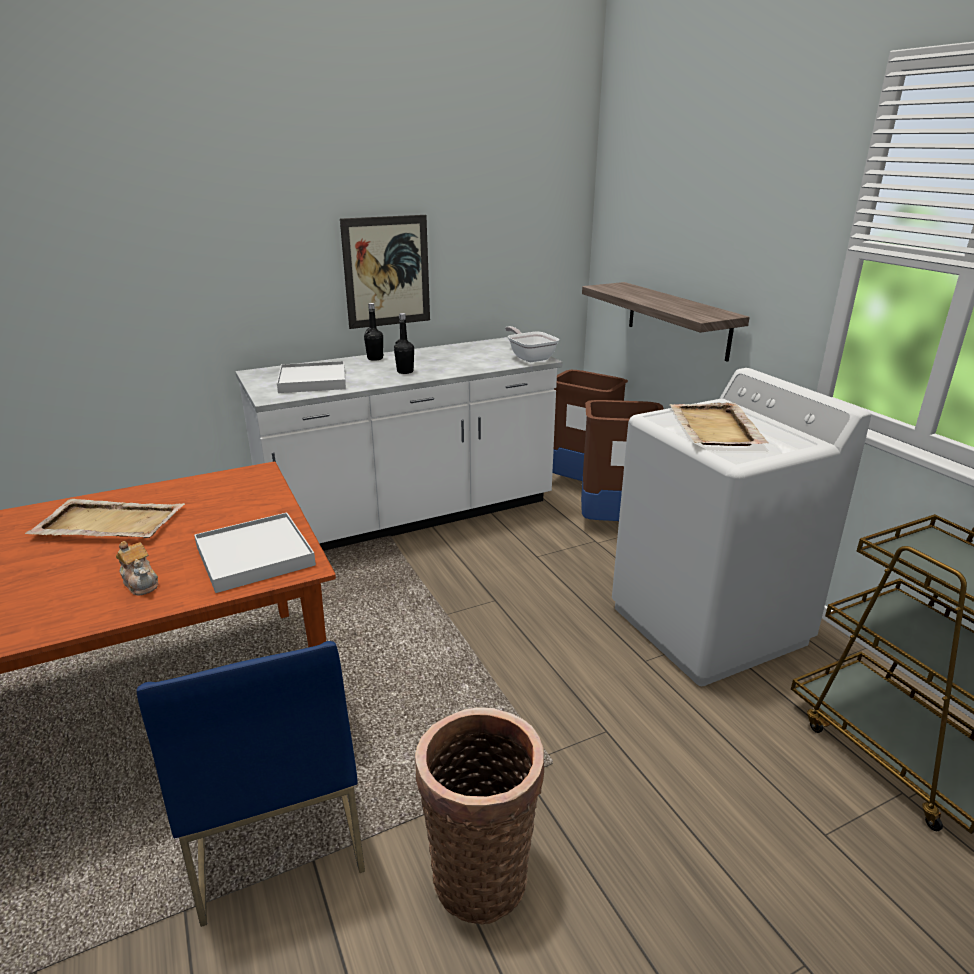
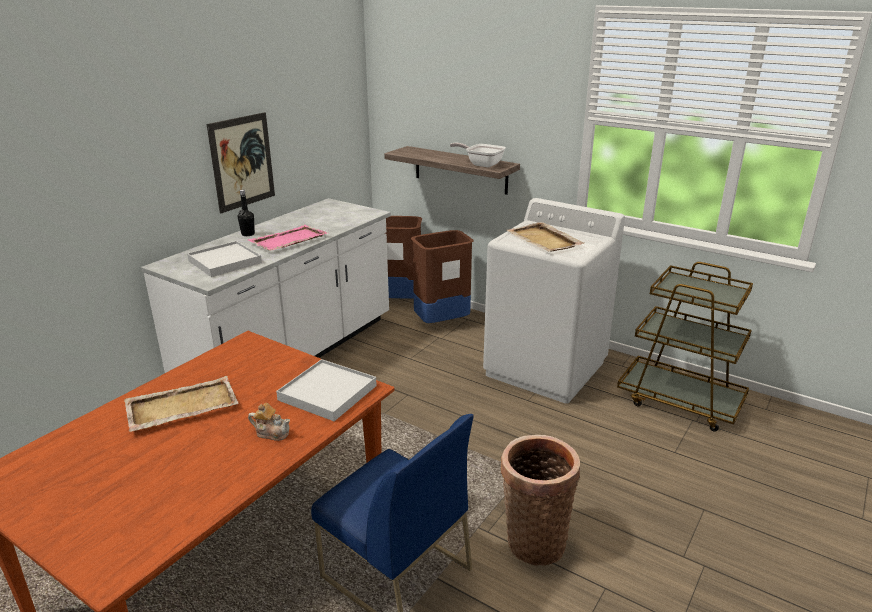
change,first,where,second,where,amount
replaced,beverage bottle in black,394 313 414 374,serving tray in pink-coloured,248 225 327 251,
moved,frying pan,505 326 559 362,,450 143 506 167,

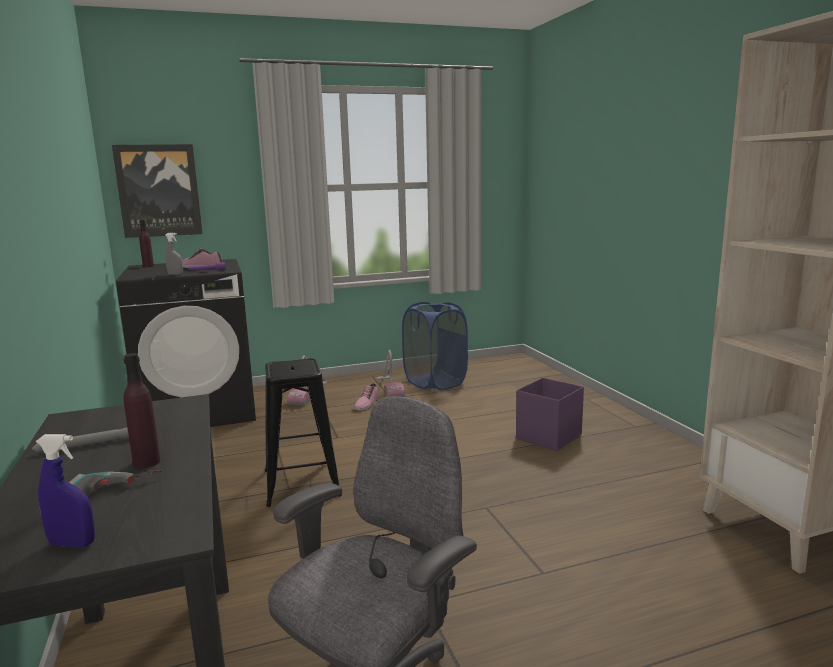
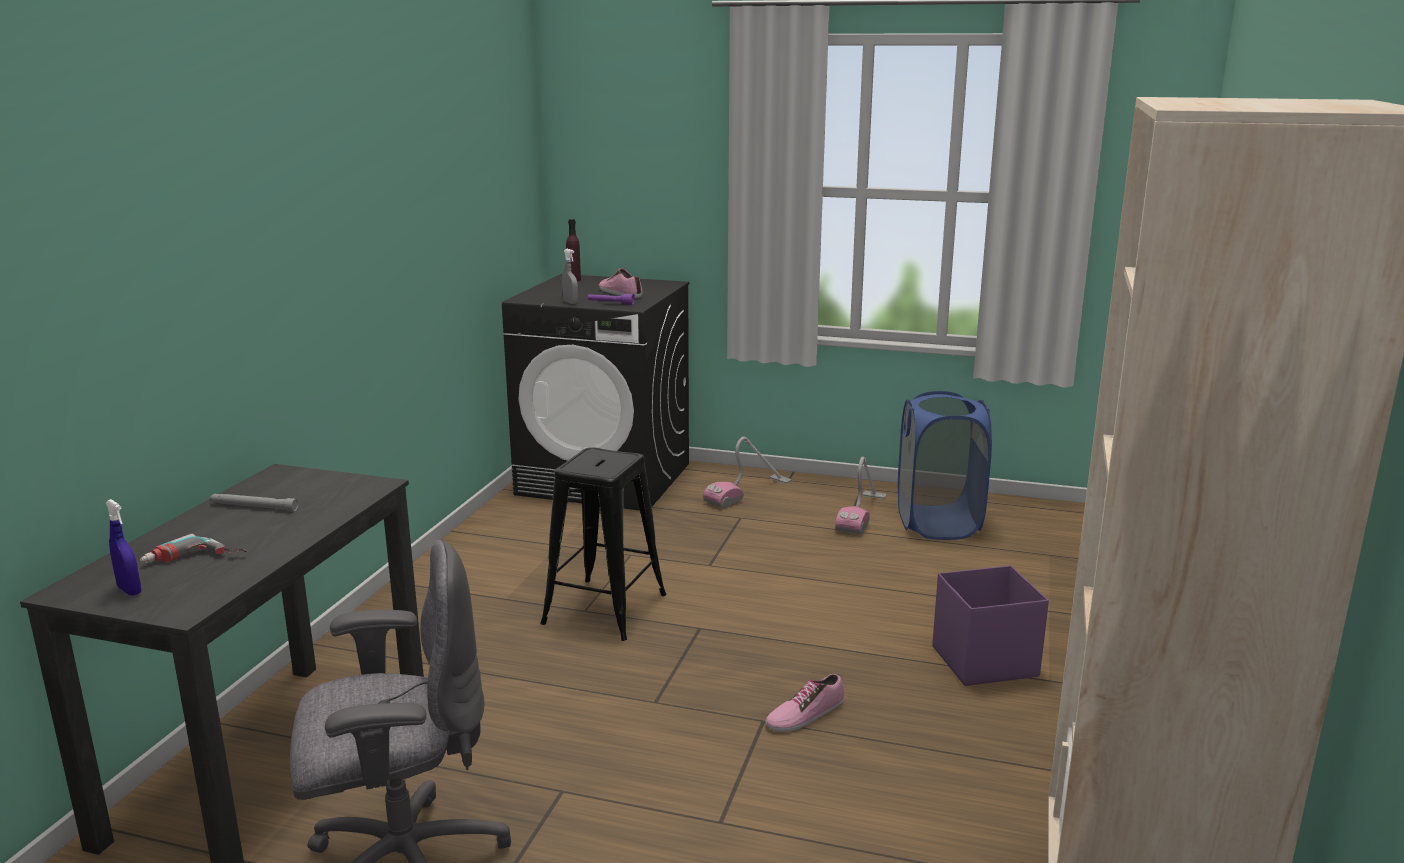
change,first,where,second,where,amount
moved,shoe,354 383 379 411,,766 673 844 732,
removed,wall picture,112 144 203 238,,,
removed,beverage bottle in purple,124 353 160 468,,,

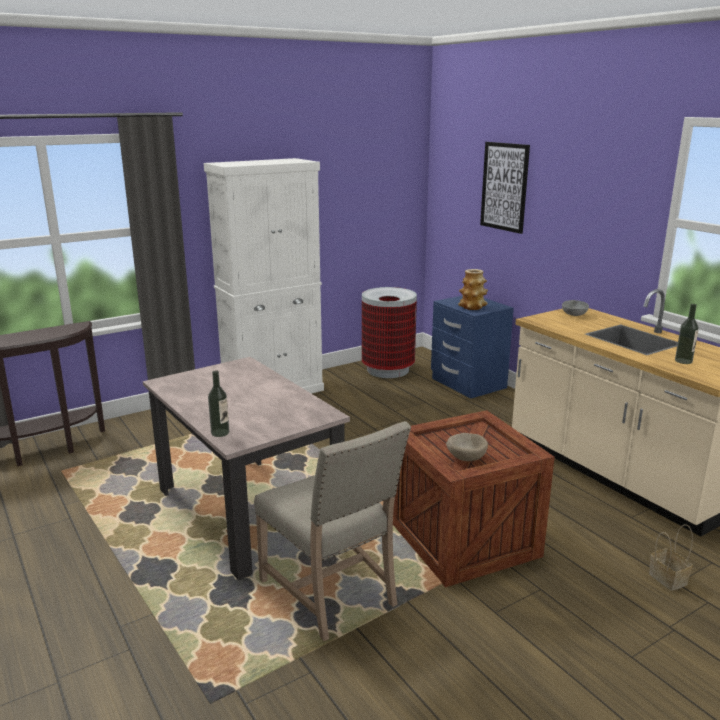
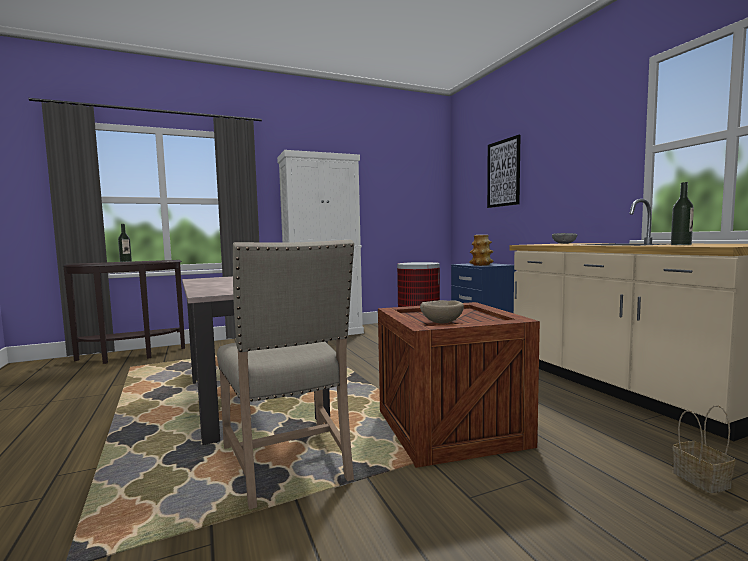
change,first,where,second,where,amount
moved,beverage bottle,208 370 229 437,,118 224 132 262,

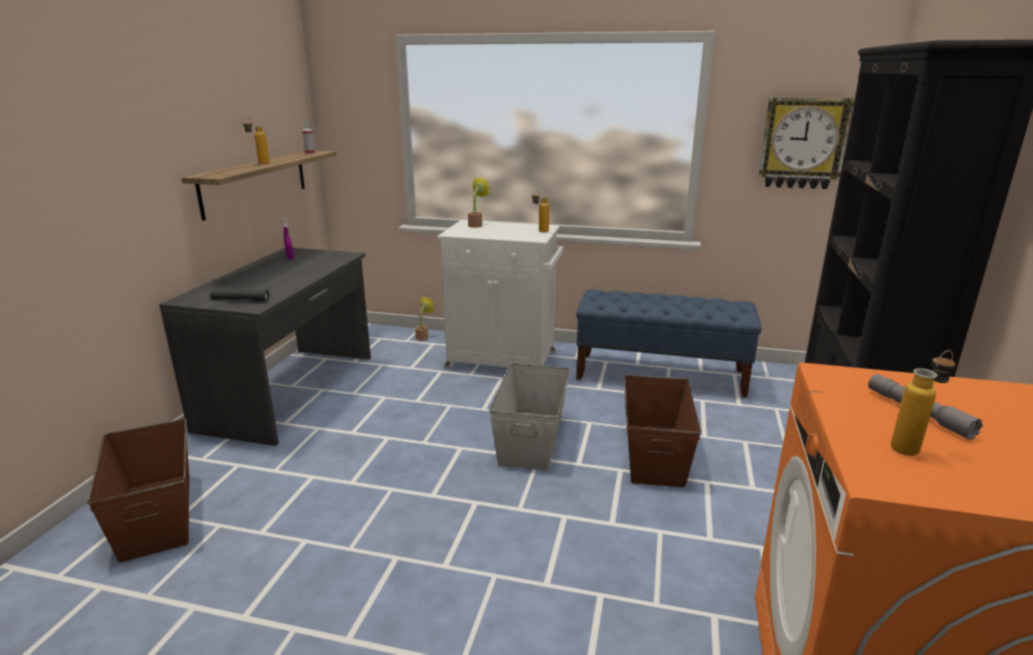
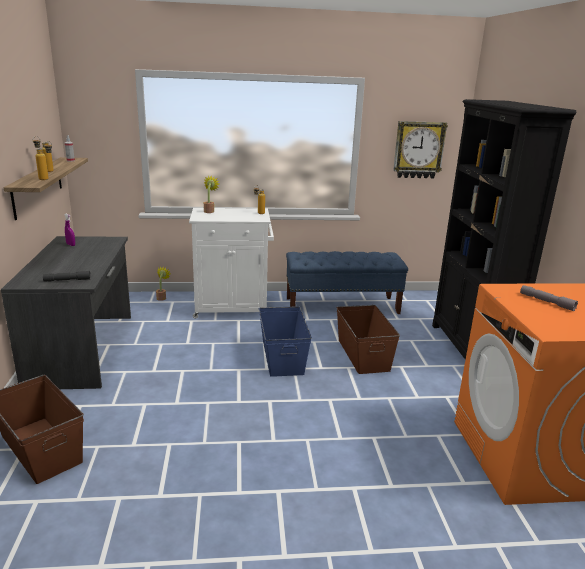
change,first,where,second,where,amount
moved,beverage bottle,891 350 956 456,,36 141 52 180,
recoloured,storage bin in gray,489 363 570 471,storage bin in blue,259 306 312 377,

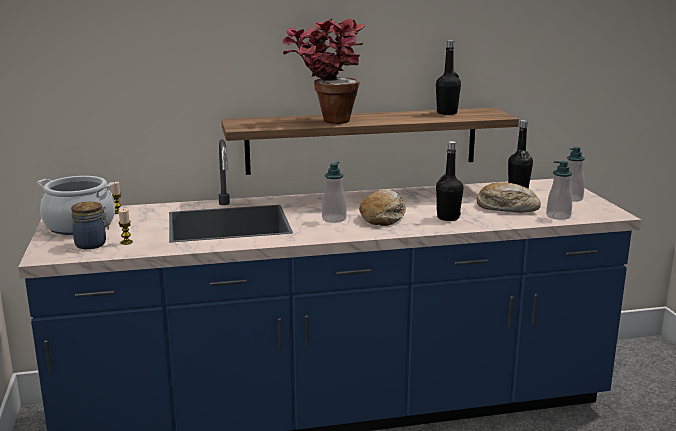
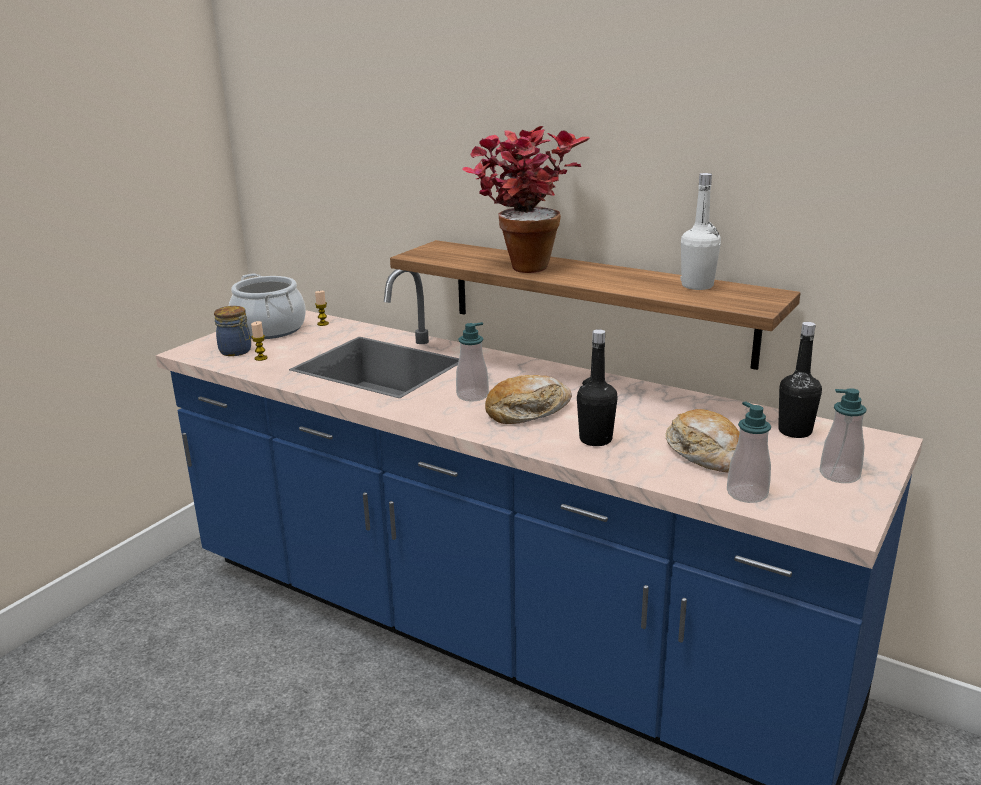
change,first,where,second,where,amount
recoloured,beverage bottle in black,436 40 461 115,beverage bottle in white,680 173 721 290,

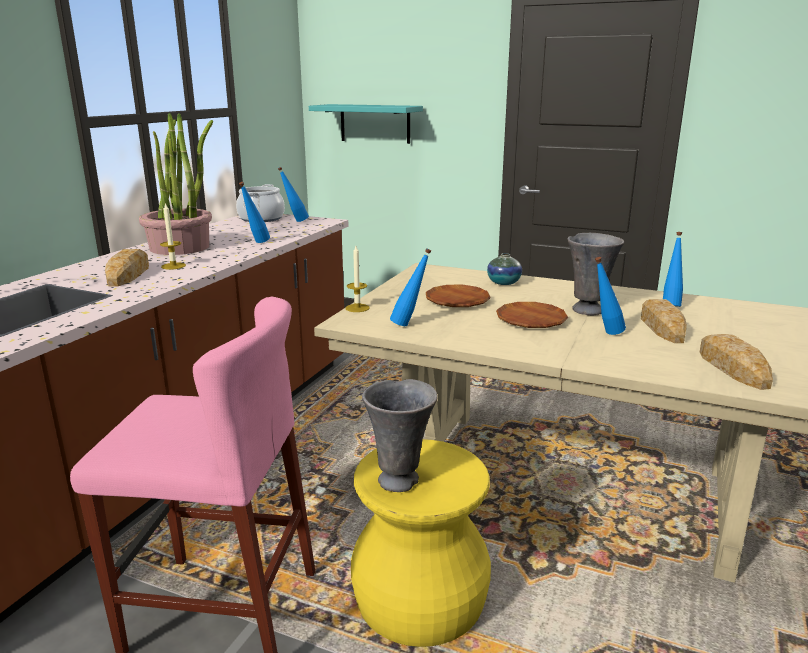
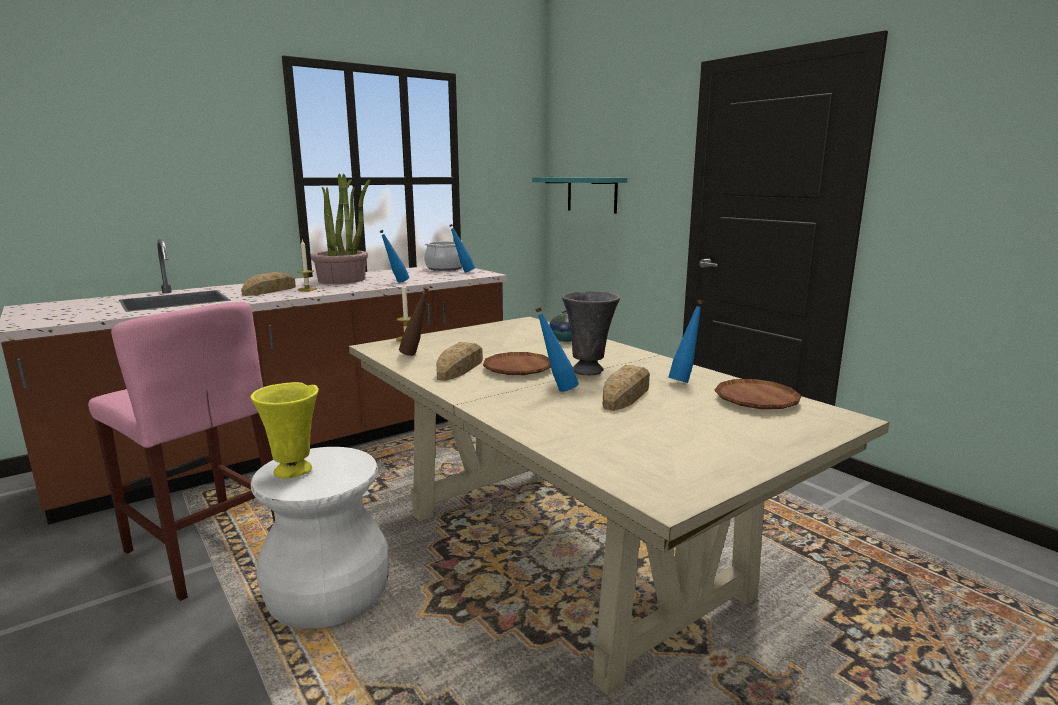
change,first,where,second,where,amount
recoloured,decorative vase in gray,362 379 438 492,decorative vase in yellowish,251 382 319 479,
recoloured,stool in yellowish,351 439 491 647,stool in white,251 447 389 629,
recoloured,beverage bottle in blue,390 248 431 326,beverage bottle in brown,399 287 429 356,
moved,bread,700 334 773 390,,436 342 483 381,
moved,dinner plate in brown,426 285 491 307,,715 379 801 409,

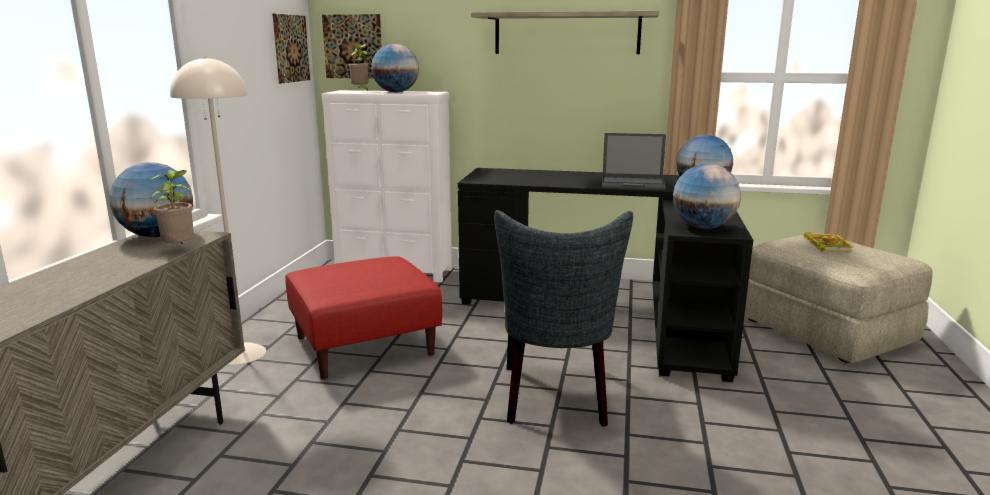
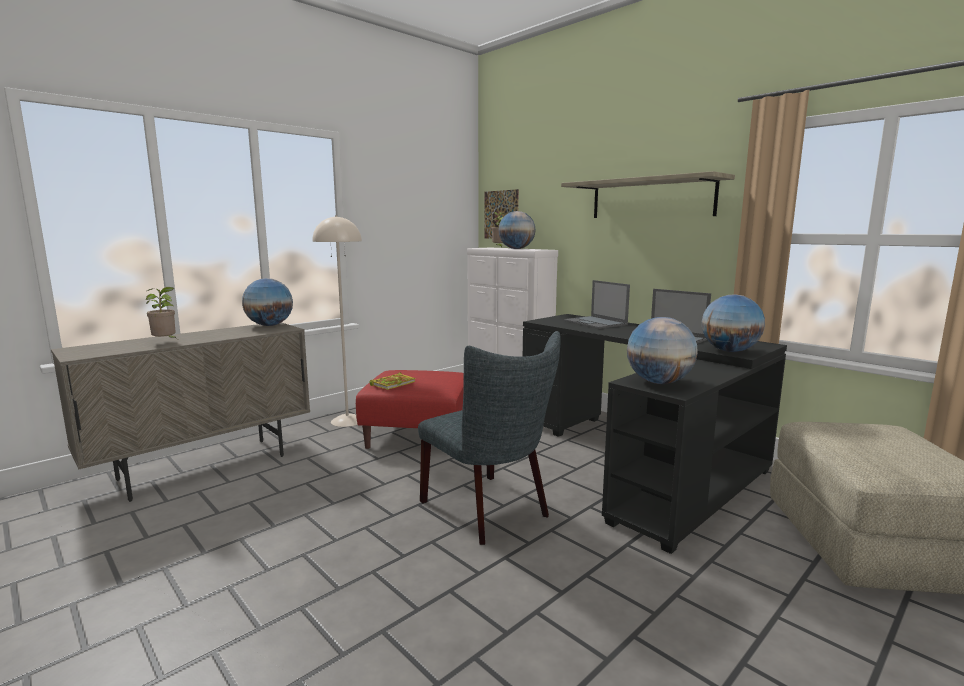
change,first,where,second,where,amount
moved,houseplant,150 170 194 244,,146 287 177 339,
moved,bound book,804 232 854 252,,369 372 416 390,
turned,plain chair in gray,494 210 633 427,,418 331 561 545,75 degrees counterclockwise
added,,,notebook computer,564 280 630 329,
removed,wall picture,272 14 310 84,,,

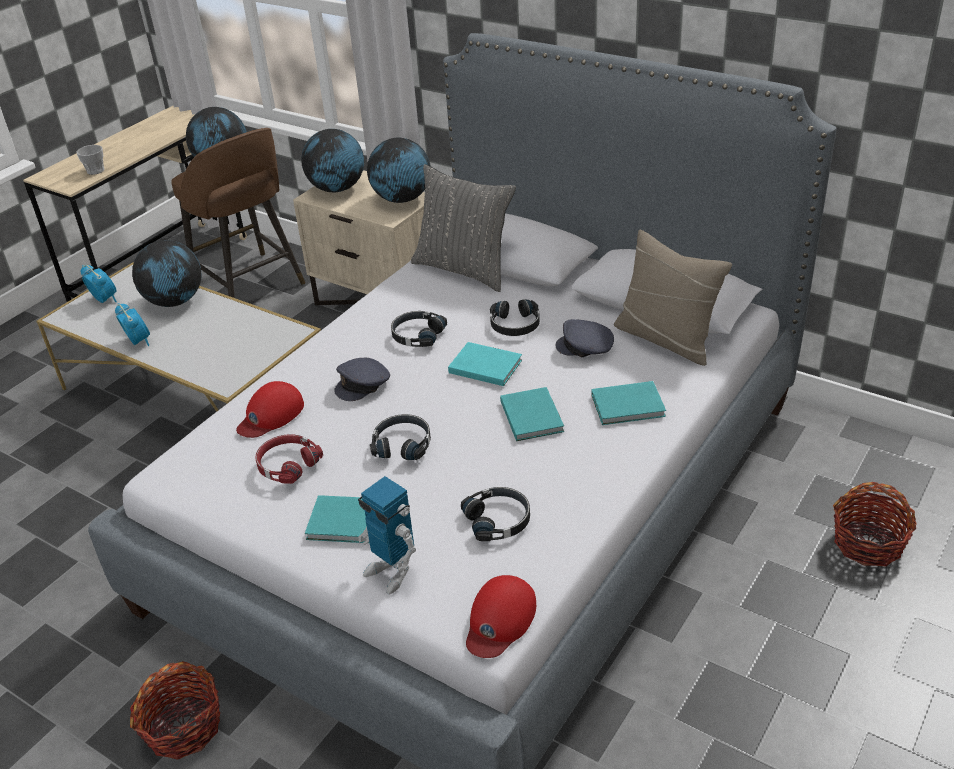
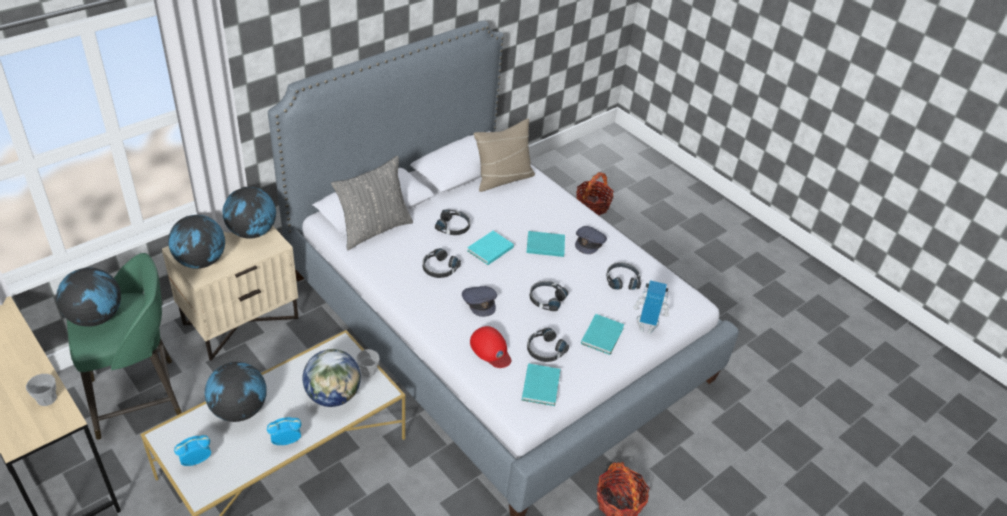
change,first,where,second,where,amount
recoloured,stool in brown,171 128 306 298,stool in greenish,67 253 182 440,
added,,,desk globe,303 349 361 407,
added,,,small cup,356 349 379 377,
moved,bound book in turquoise-coloured,591 381 666 425,,522 363 560 406,
recoloured,headset in red-coloured,255 434 323 484,headset in black,527 328 569 362,
moved,cap in gray,556 319 614 357,,575 226 607 254,
turned,model robot,358 476 416 595,,633 280 669 334,135 degrees counterclockwise
removed,cap in red-coloured,466 575 536 658,,,

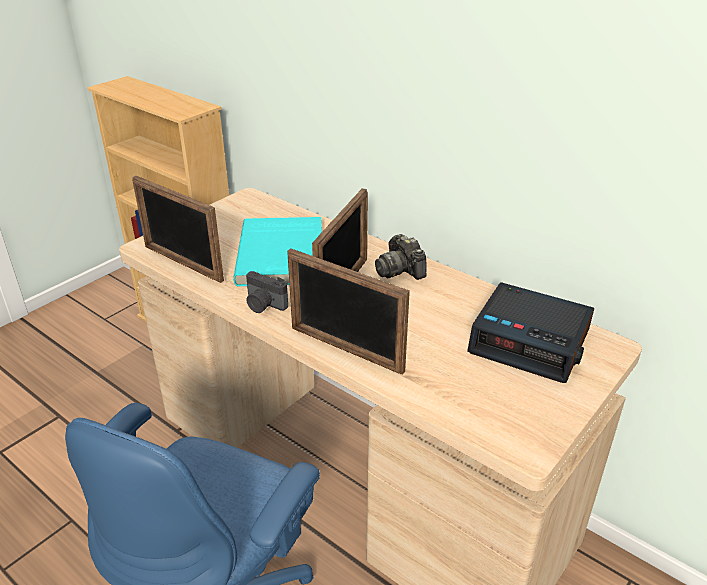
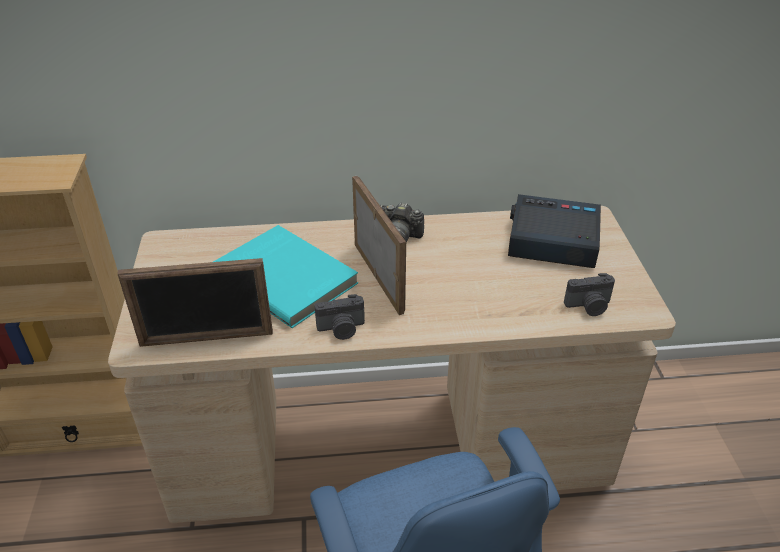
change,first,where,second,where,amount
turned,table clock,467 282 594 383,,508 194 601 268,150 degrees counterclockwise
added,,,still camera,564 273 615 316,
removed,picture frame,287 249 410 375,,,

